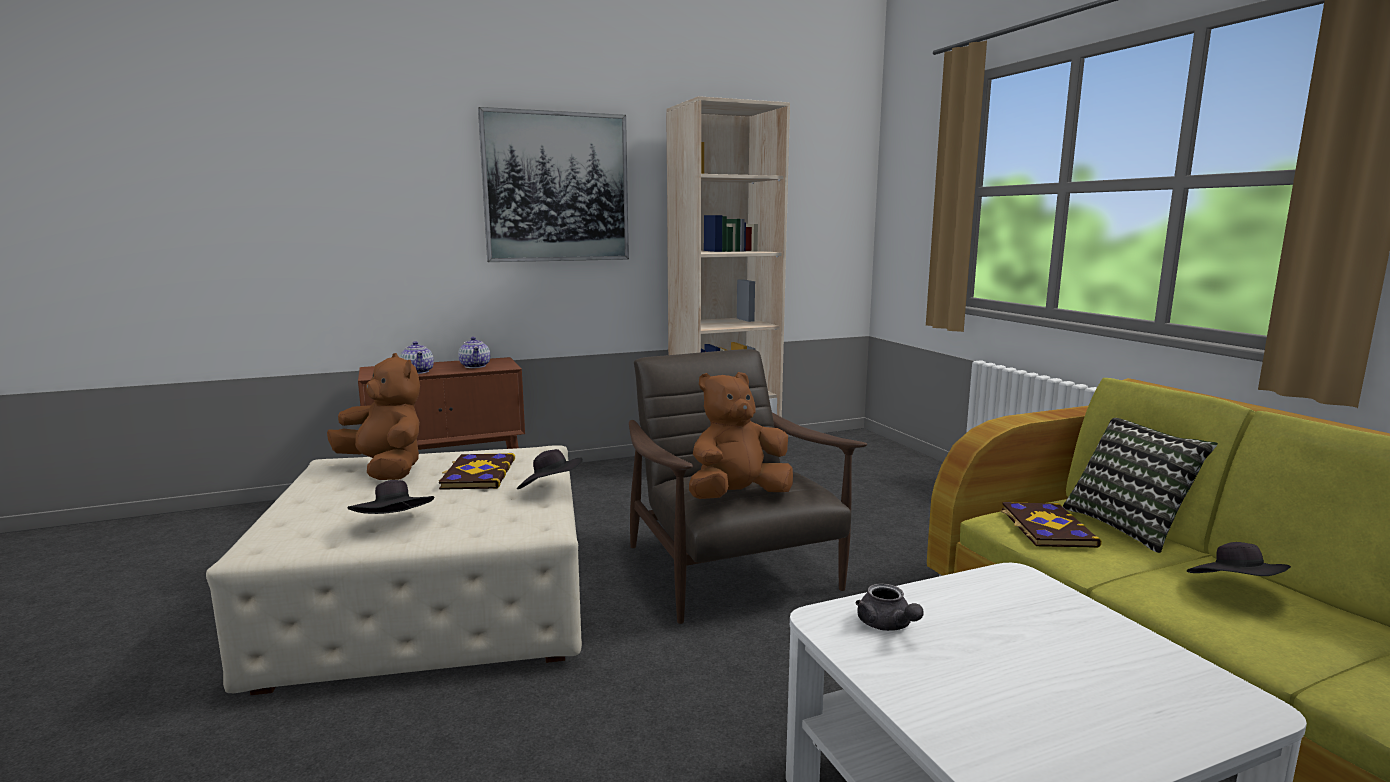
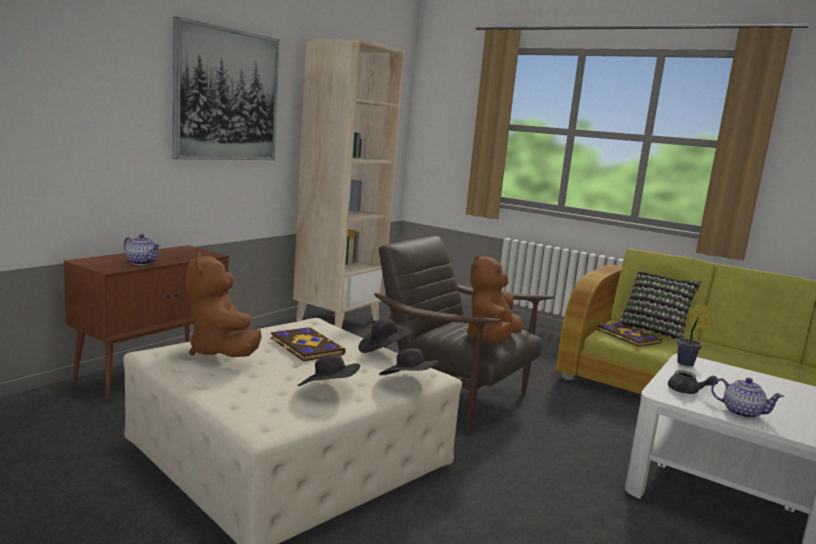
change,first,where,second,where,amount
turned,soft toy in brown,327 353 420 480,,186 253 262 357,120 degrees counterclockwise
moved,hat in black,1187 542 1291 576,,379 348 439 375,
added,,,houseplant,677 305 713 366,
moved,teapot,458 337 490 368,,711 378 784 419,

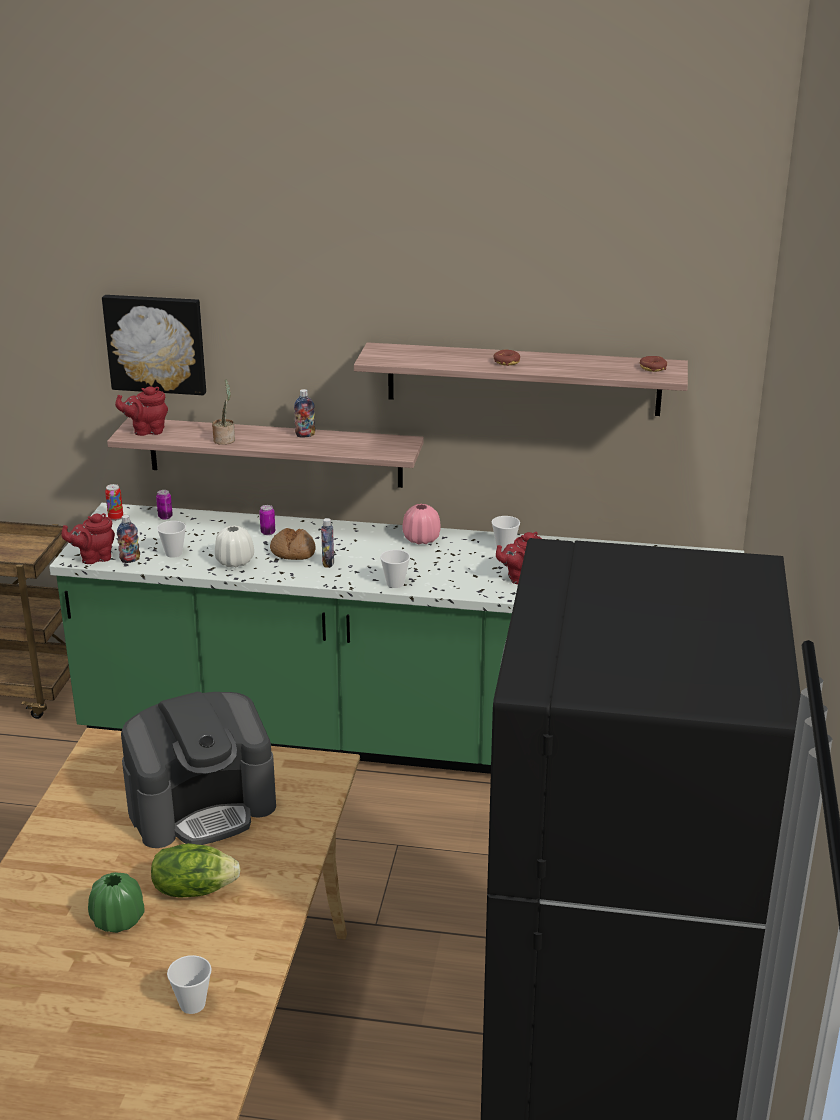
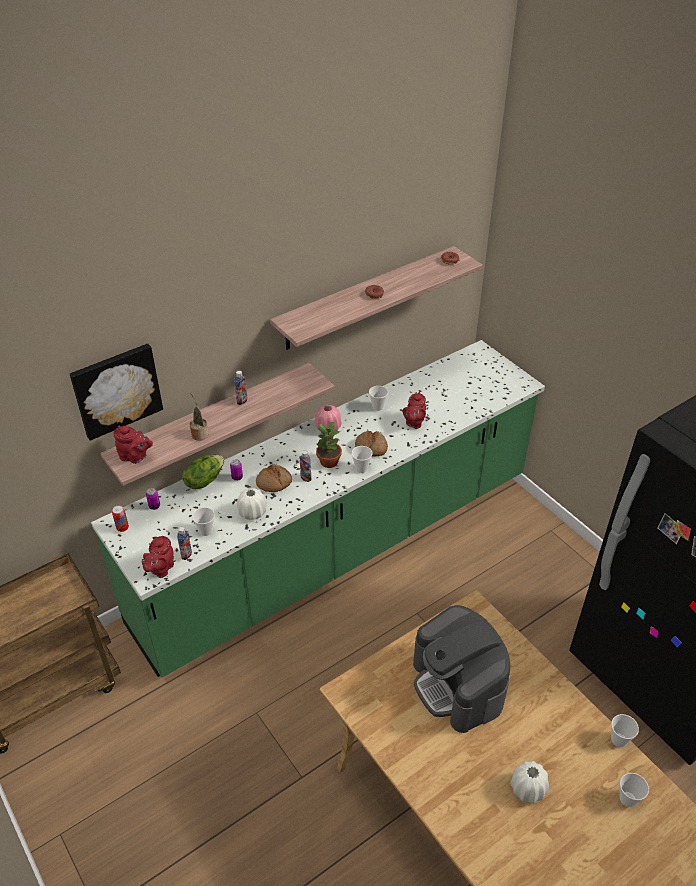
change,first,where,second,where,amount
turned,teapot in red-coloured,115 386 168 436,,114 426 153 464,105 degrees counterclockwise
moved,lettuce,151 843 241 898,,182 455 224 489,
added,,,houseplant,315 421 342 468,
added,,,bread,355 431 388 457,
turned,coffee maker,121 692 276 848,,413 605 510 733,135 degrees clockwise
recoloured,decorative vase in greenish,88 872 145 933,decorative vase in white,510 761 549 804,
added,,,small cup,611 714 639 747,

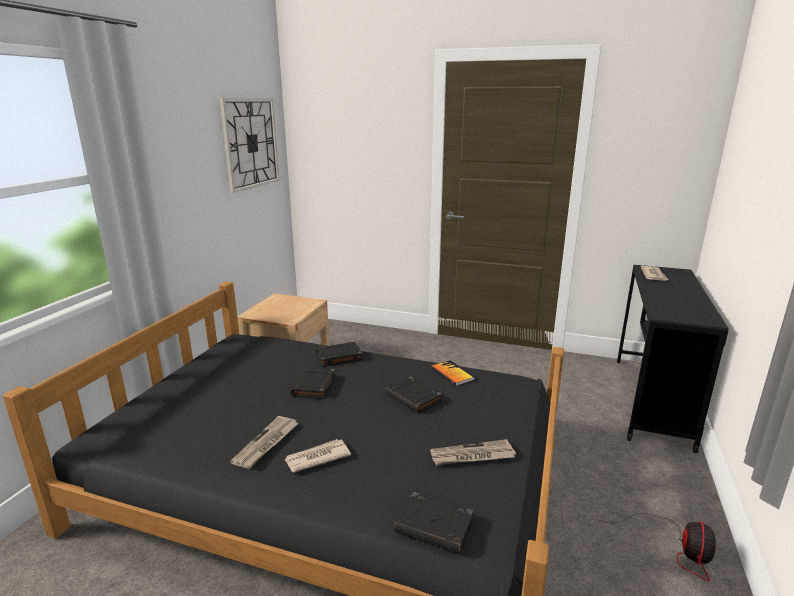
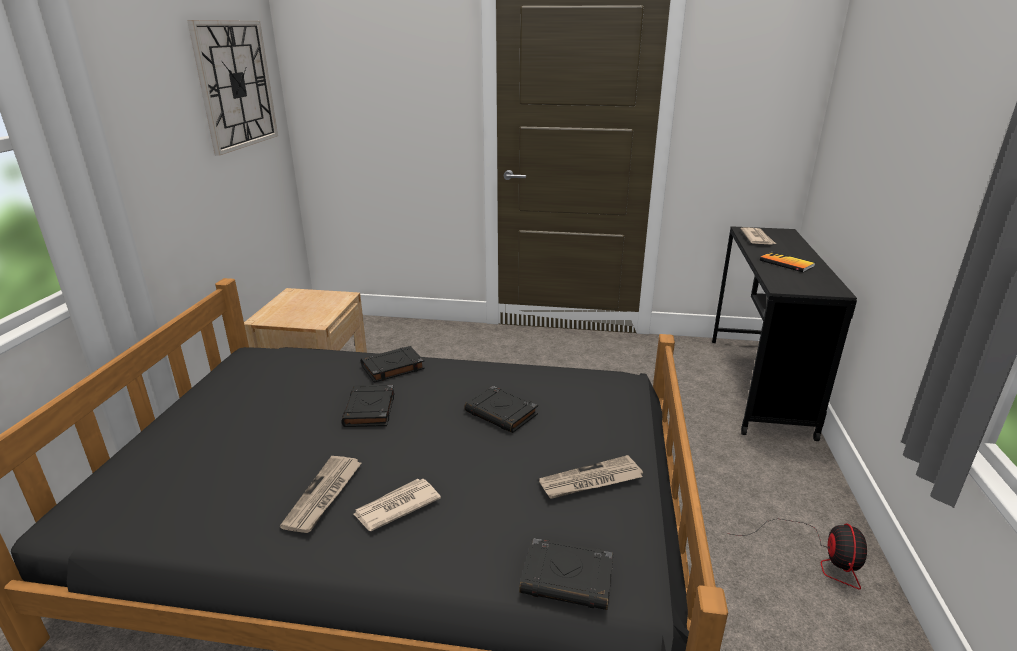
change,first,where,second,where,amount
moved,bound book,431 360 475 386,,760 251 816 272,

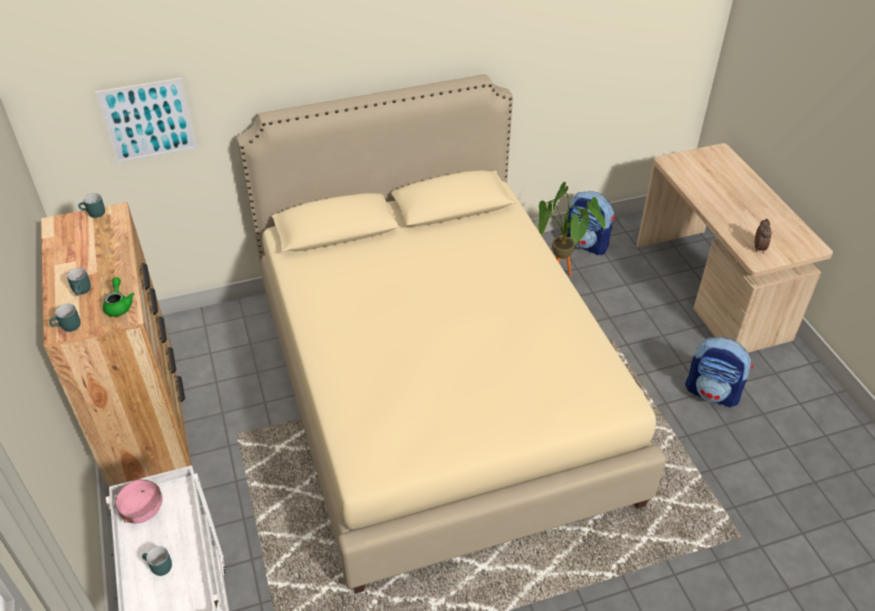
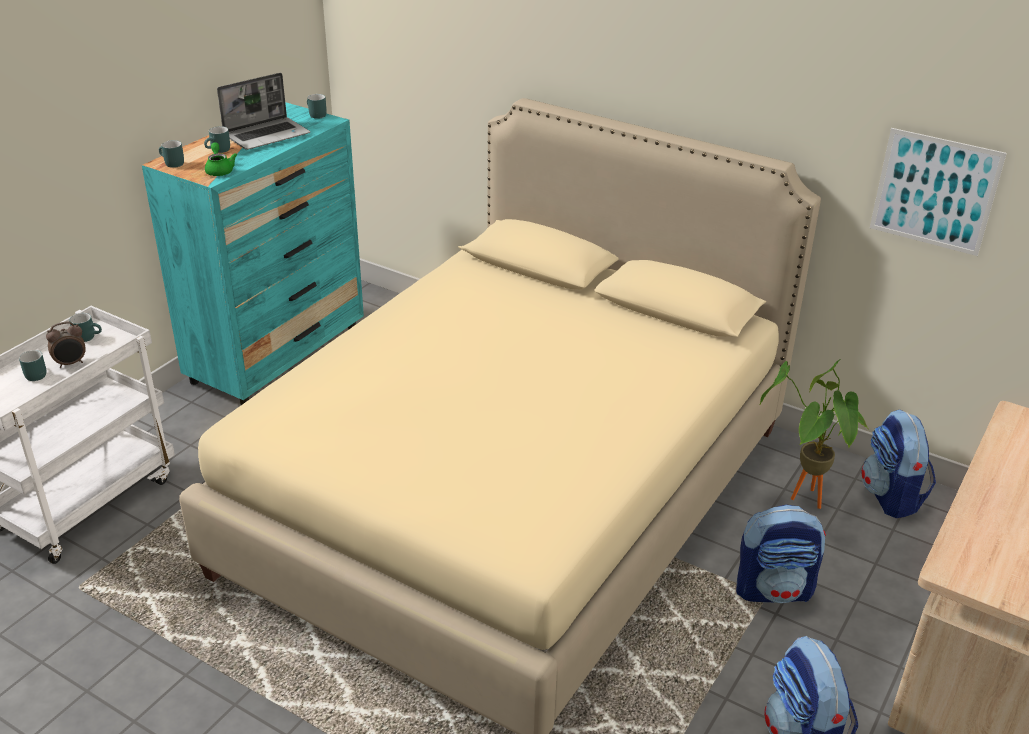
change,first,where,second,where,amount
moved,table clock,755 218 772 254,,46 322 86 368,
replaced,bowl in pink-coloured,115 479 162 523,mug in turquoise-coloured,69 313 102 342,
recoloured,dresser in brown,41 202 191 489,dresser in turquoise-coloured,142 102 364 405,
turned,teapot in greenish,103 277 134 317,,205 142 237 176,60 degrees counterclockwise
added,,,notebook computer,217 73 310 150,
added,,,backpack,736 505 826 603,
moved,wall picture,95 78 198 163,,870 128 1007 256,

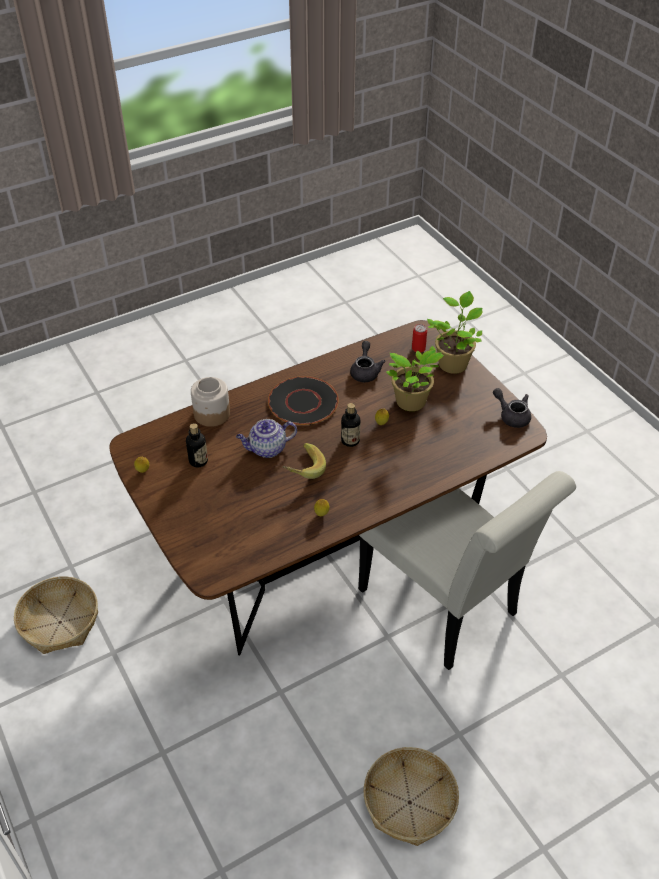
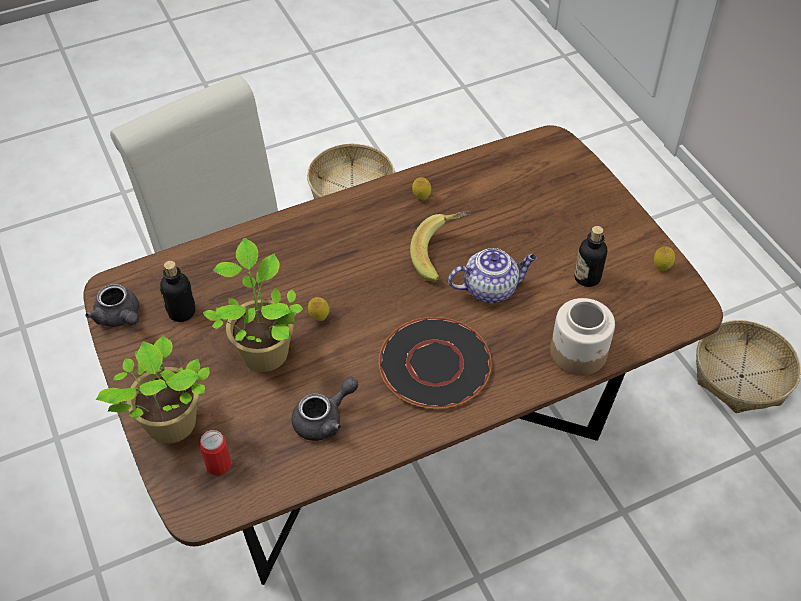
change,first,where,second,where,amount
moved,beverage bottle,341 403 360 447,,160 261 195 322,
turned,teapot in gray,350 341 386 382,,292 377 358 441,135 degrees counterclockwise

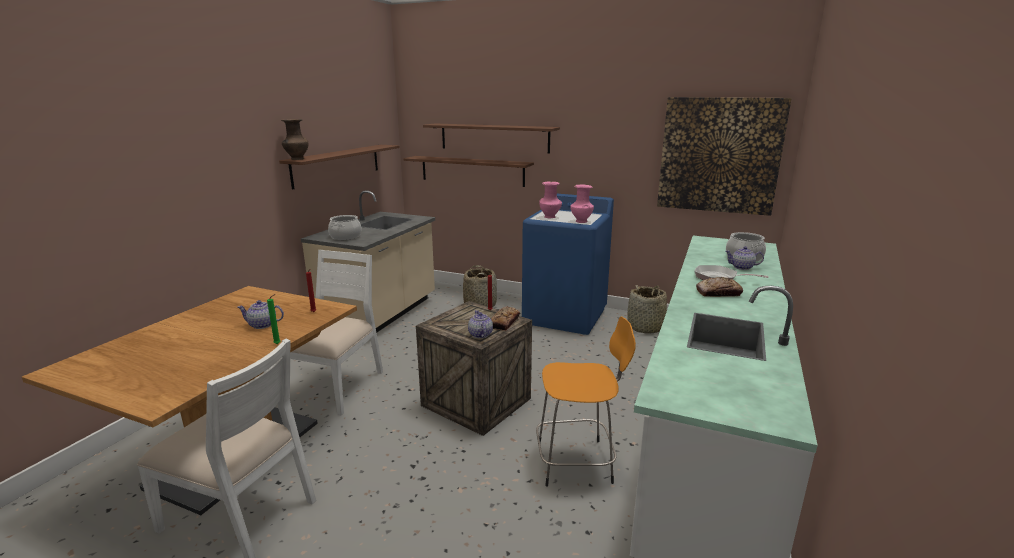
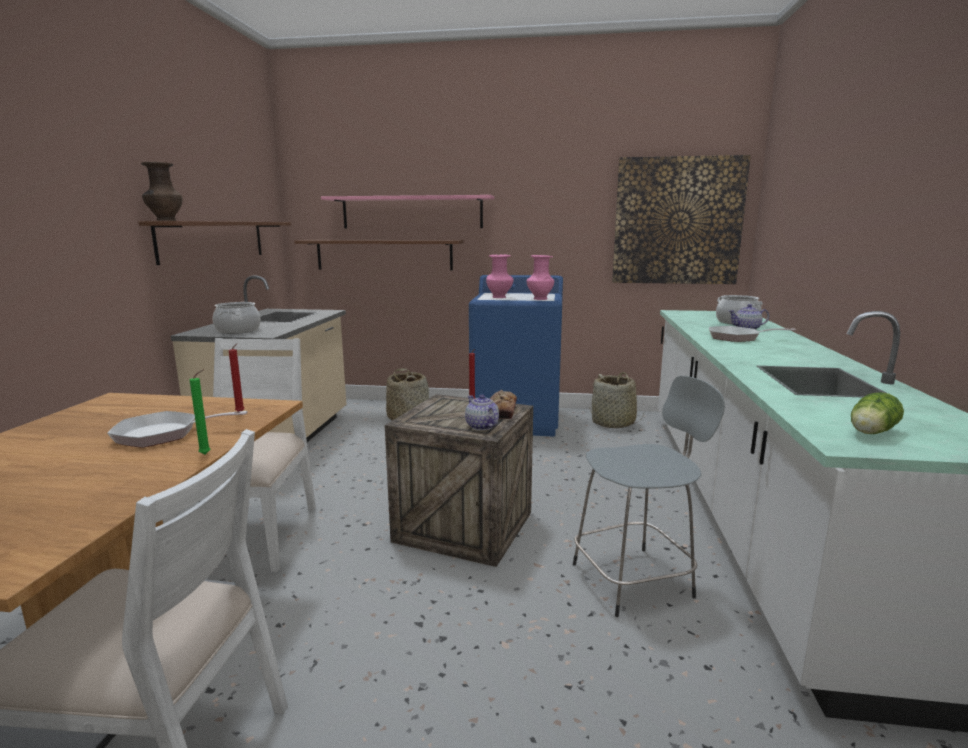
change,first,where,second,where,amount
replaced,teapot,237 300 284 329,frying pan,107 411 248 448,
recoloured,shelf in brown,423 123 560 154,shelf in pink-coloured,321 195 494 229,
recoloured,stool in orange-coloured,536 317 636 487,stool in gray,573 376 725 617,
added,,,lettuce,851 392 904 434,
removed,bread,696 277 743 297,,,

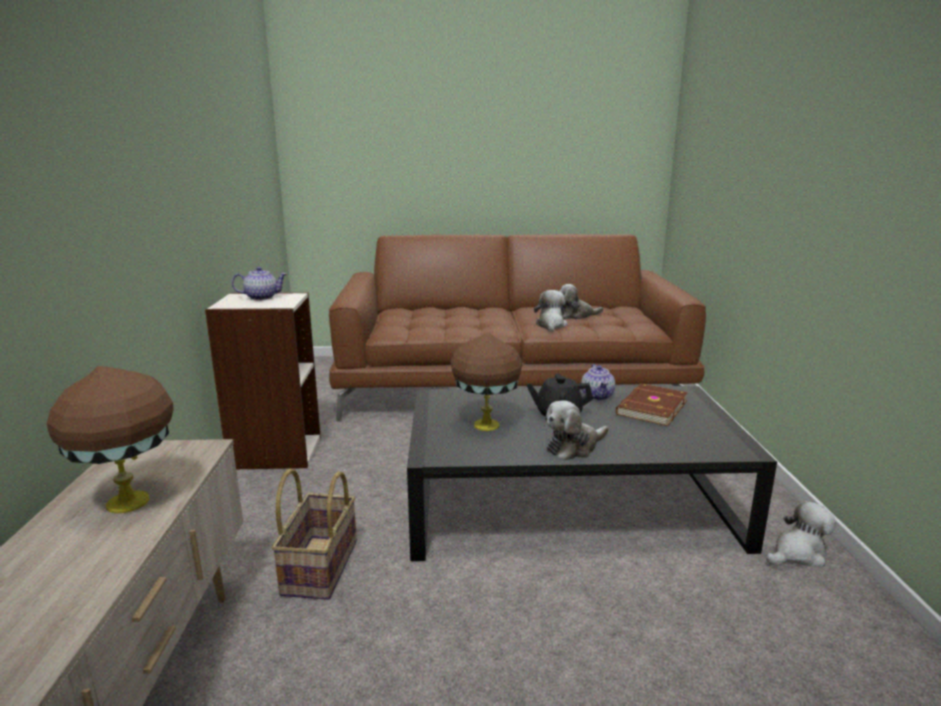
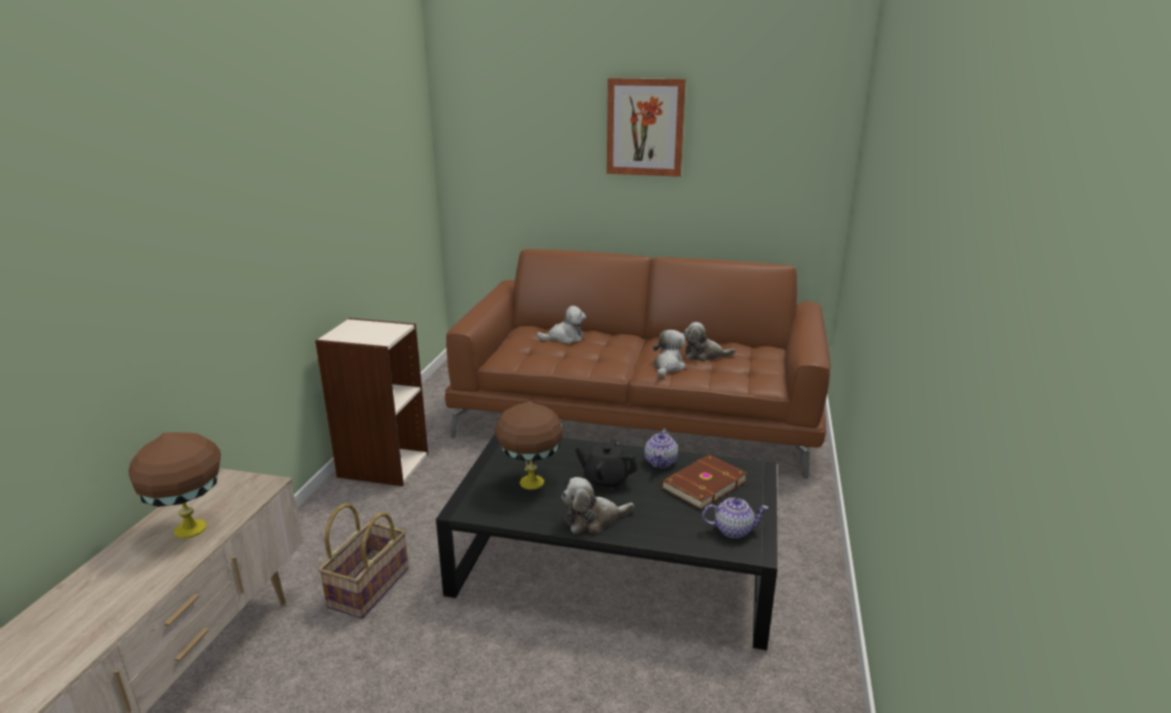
change,first,where,second,where,amount
moved,soft toy,766 501 836 567,,537 306 586 344,
added,,,wall picture,607 78 686 177,
moved,teapot,232 267 287 300,,702 498 768 538,

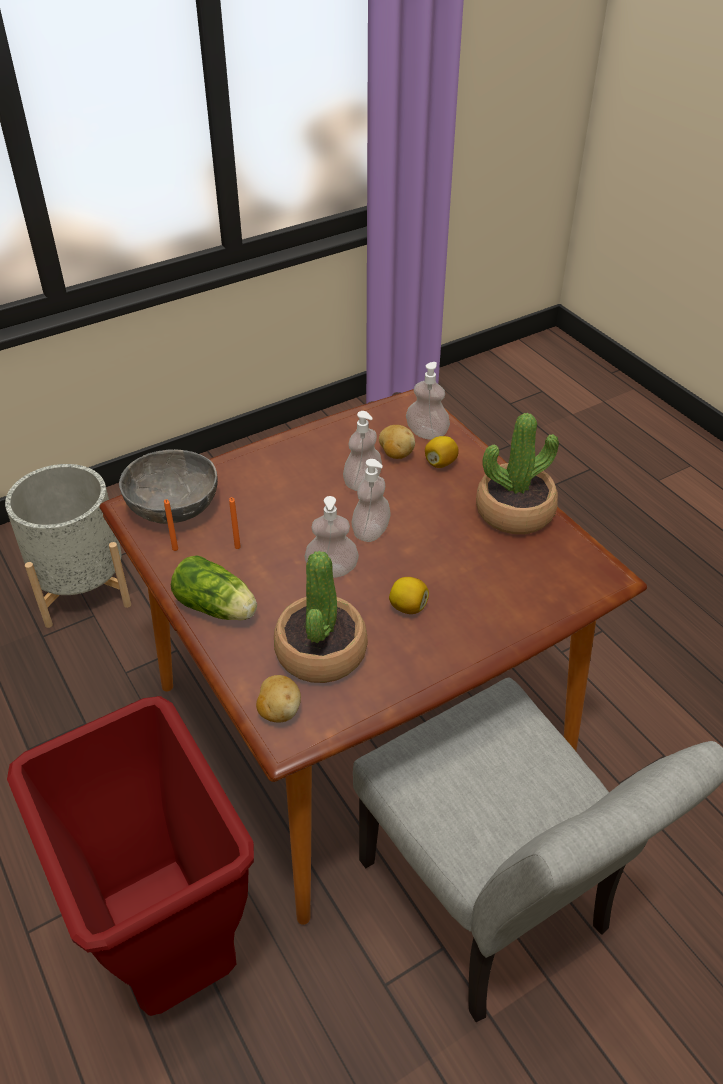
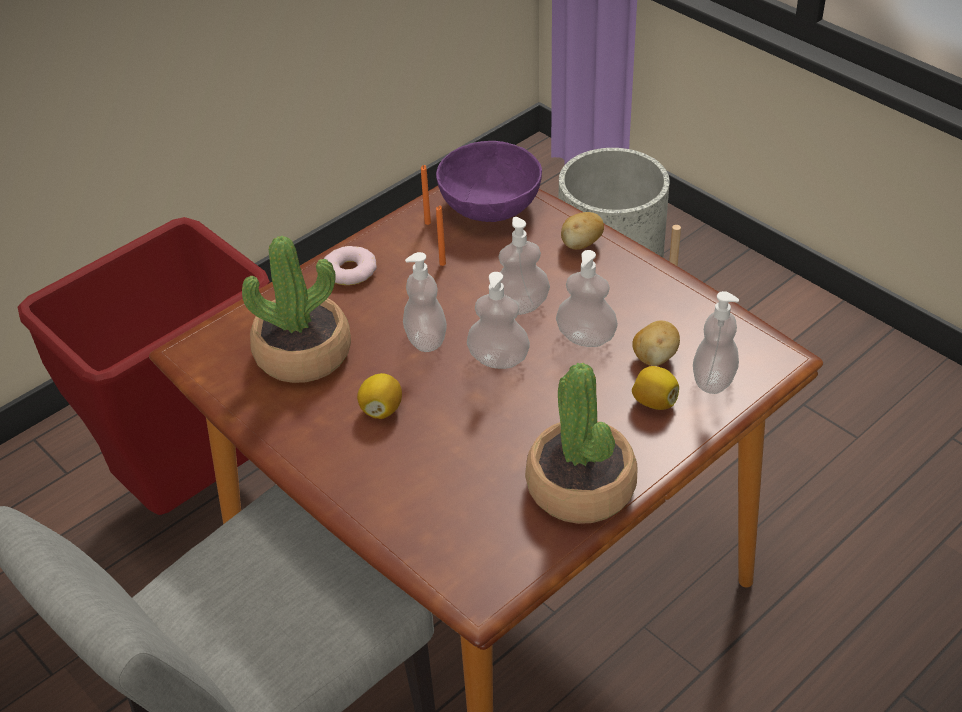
change,first,where,second,where,amount
replaced,lettuce,171 555 257 620,doughnut,324 246 377 285,
recoloured,bowl in gray,119 449 218 524,bowl in purple,436 141 542 222,
added,,,soap bottle,499 217 550 315,
moved,potato,256 675 301 723,,561 212 604 250,

